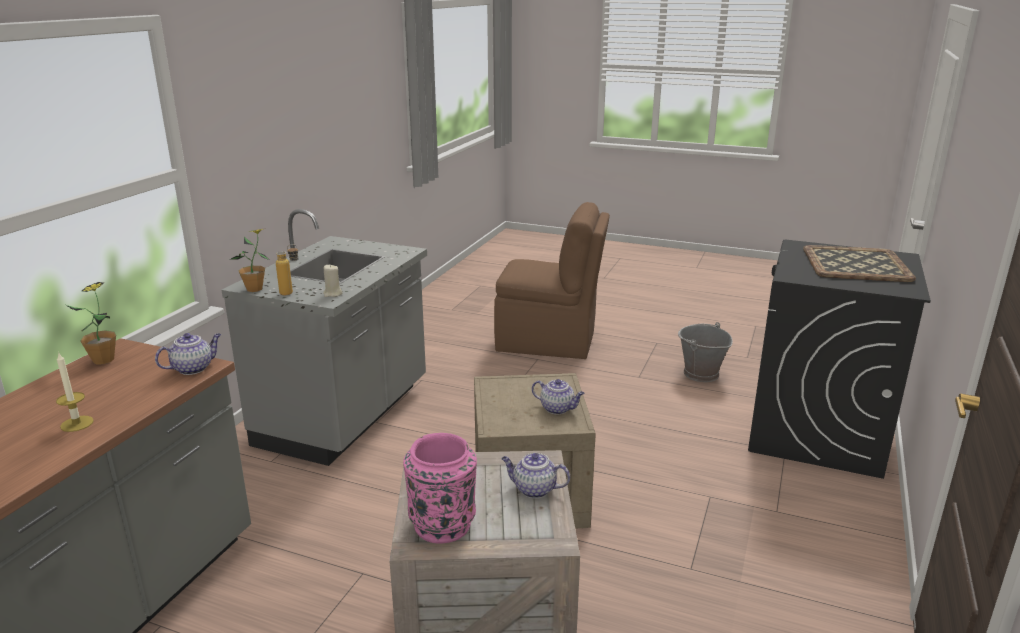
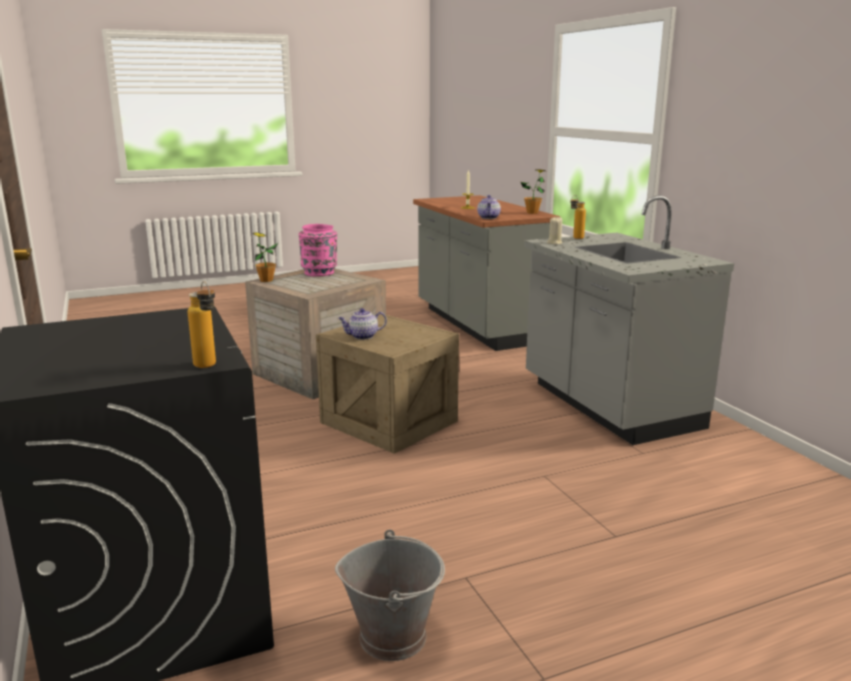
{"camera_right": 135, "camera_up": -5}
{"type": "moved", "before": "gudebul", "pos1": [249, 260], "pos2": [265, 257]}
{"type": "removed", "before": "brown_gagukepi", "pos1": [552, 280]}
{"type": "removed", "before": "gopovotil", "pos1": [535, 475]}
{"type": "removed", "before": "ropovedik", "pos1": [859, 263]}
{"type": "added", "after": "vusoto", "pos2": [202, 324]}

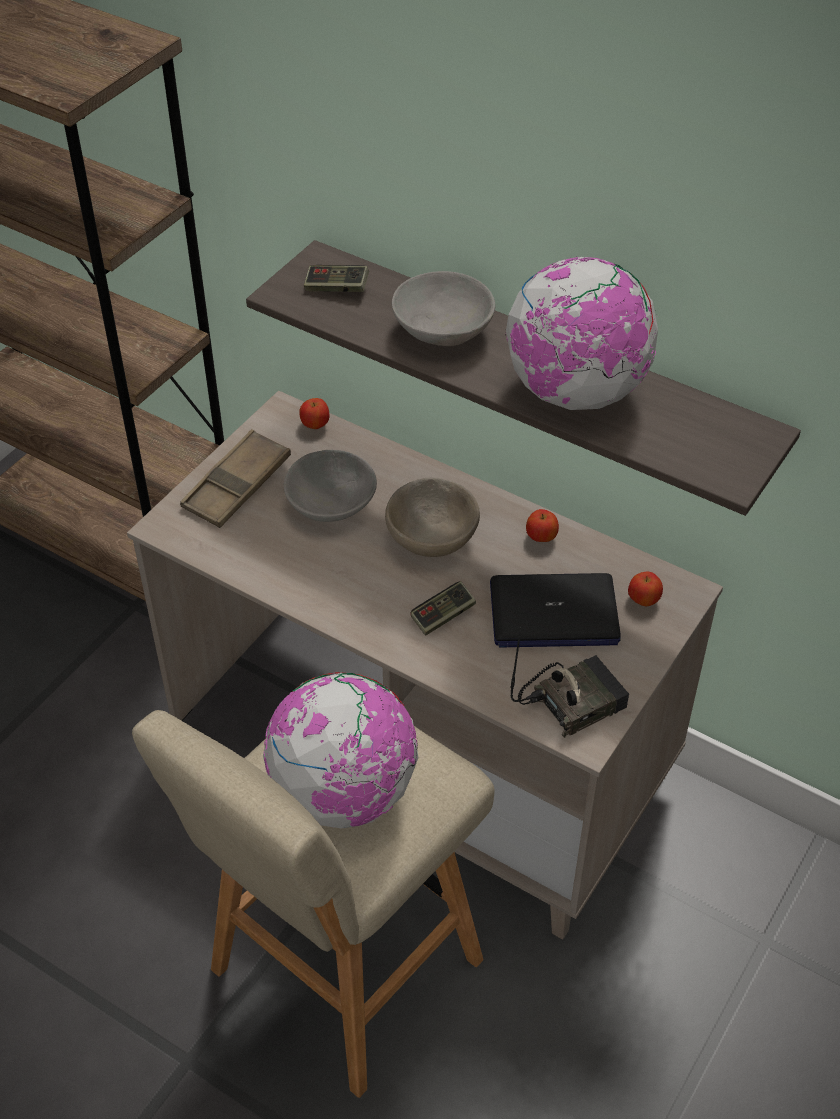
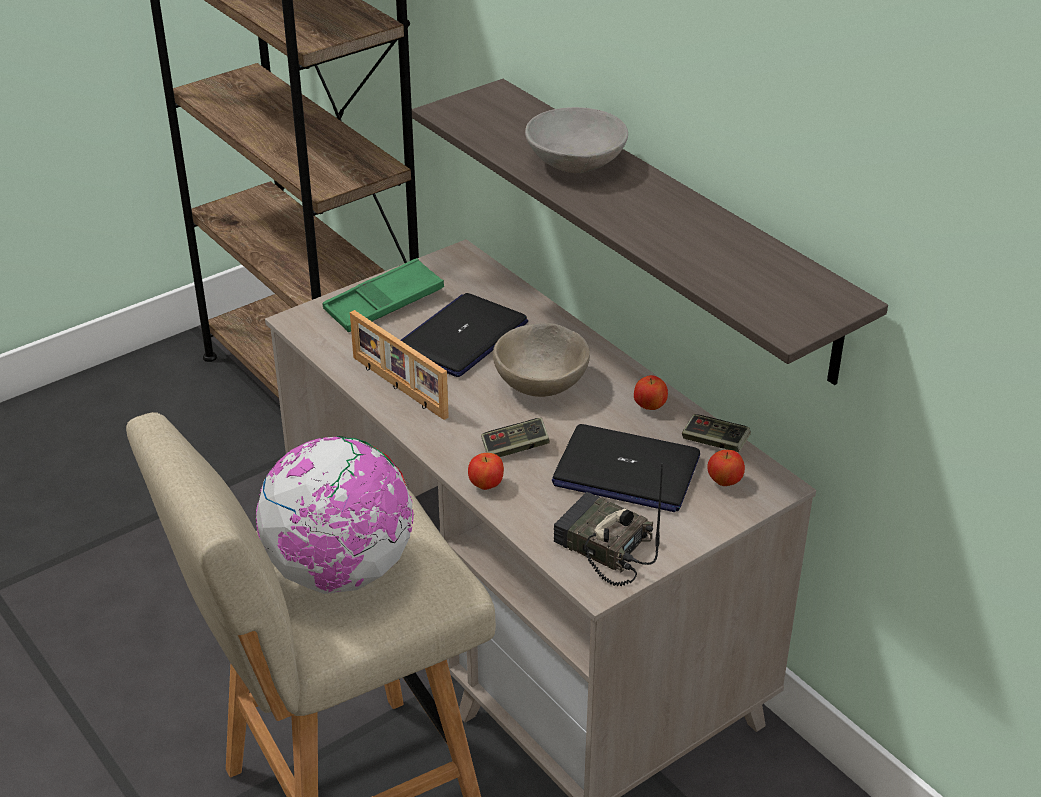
{"camera_right": 20, "camera_up": -10}
{"type": "recoloured", "before": "brown_ropovedik", "after": "green_ropovedik", "pos1": [235, 478], "pos2": [383, 295]}
{"type": "replaced", "before": "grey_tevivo", "after": "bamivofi", "pos1": [330, 486], "pos2": [464, 335]}
{"type": "moved", "before": "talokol", "pos1": [314, 413], "pos2": [486, 471]}
{"type": "moved", "before": "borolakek", "pos1": [336, 278], "pos2": [716, 433]}
{"type": "removed", "before": "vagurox", "pos1": [581, 333]}
{"type": "turned", "before": "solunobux", "pos1": [569, 682], "pos2": [608, 524], "turn": -135}
{"type": "added", "after": "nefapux", "pos2": [399, 365]}

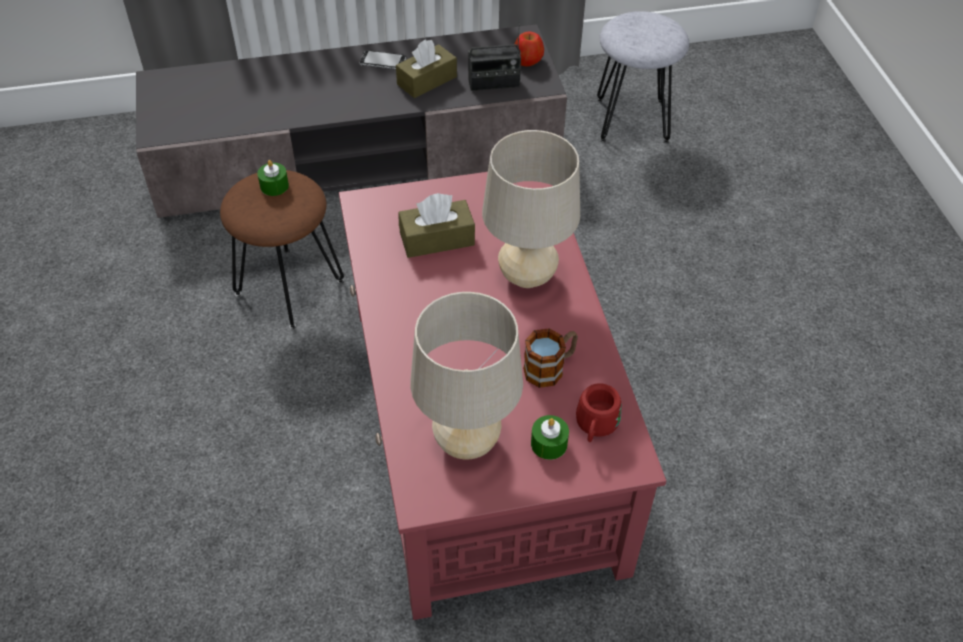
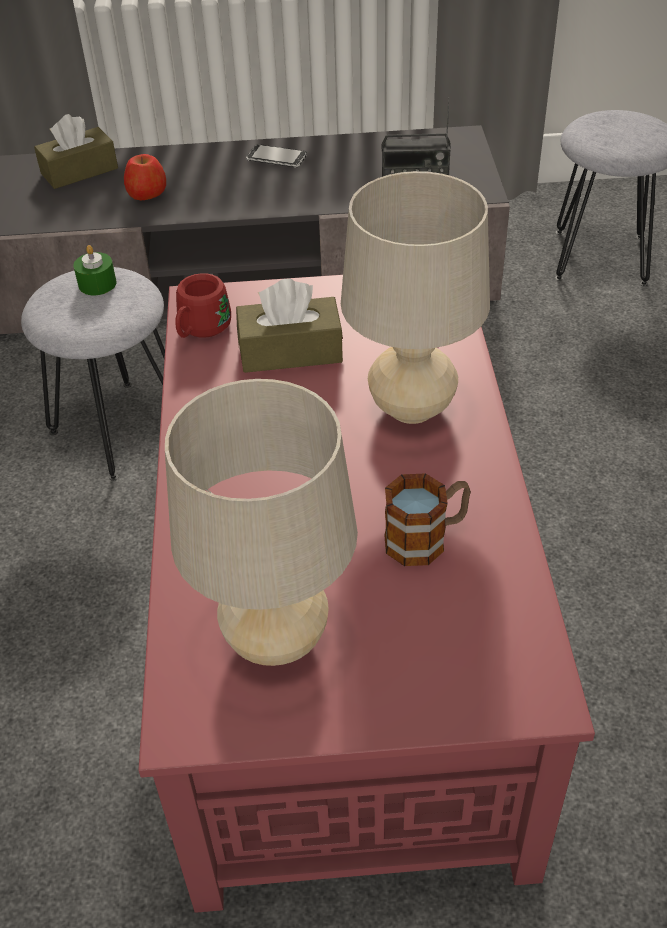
{"camera_right": 10, "camera_up": -5}
{"type": "recoloured", "before": "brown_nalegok", "after": "grey_nalegok", "pos1": [282, 249], "pos2": [93, 374]}
{"type": "moved", "before": "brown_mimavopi", "pos1": [426, 68], "pos2": [76, 151]}
{"type": "moved", "before": "talokol", "pos1": [529, 48], "pos2": [145, 177]}
{"type": "removed", "before": "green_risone", "pos1": [550, 437]}
{"type": "moved", "before": "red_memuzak", "pos1": [598, 412], "pos2": [203, 305]}

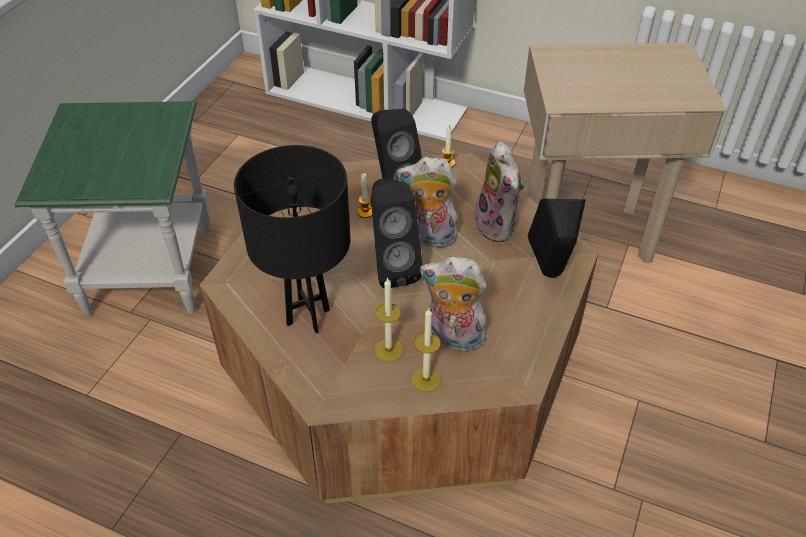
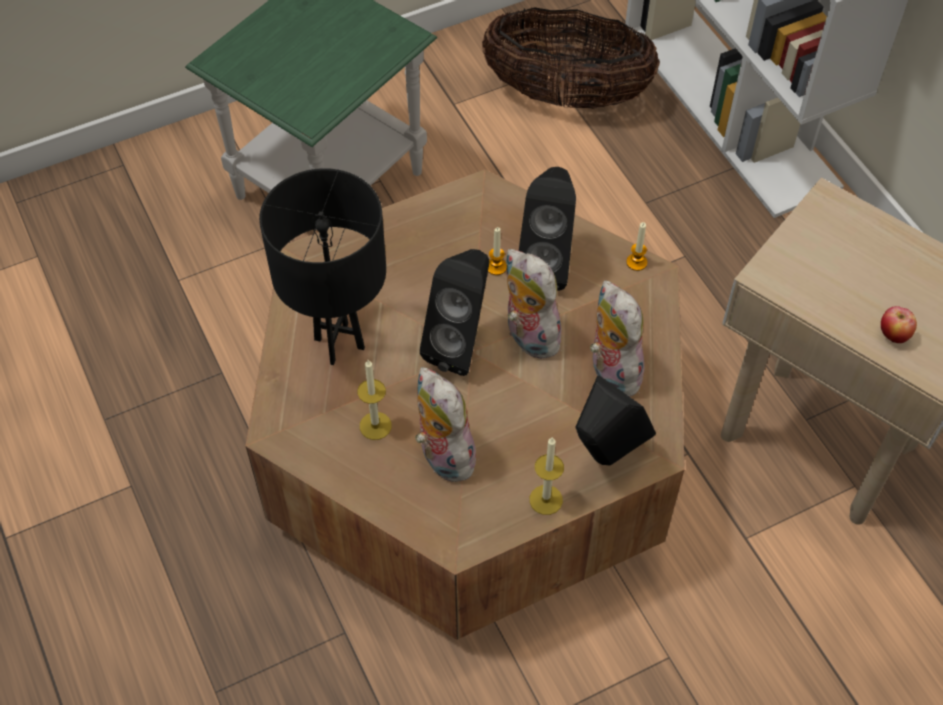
{"camera_right": 40, "camera_up": 10}
{"type": "moved", "before": "risone", "pos1": [426, 350], "pos2": [547, 476]}
{"type": "turned", "before": "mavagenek", "pos1": [497, 191], "pos2": [617, 338], "turn": 135}
{"type": "added", "after": "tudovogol", "pos2": [571, 58]}
{"type": "added", "after": "talokol", "pos2": [899, 324]}

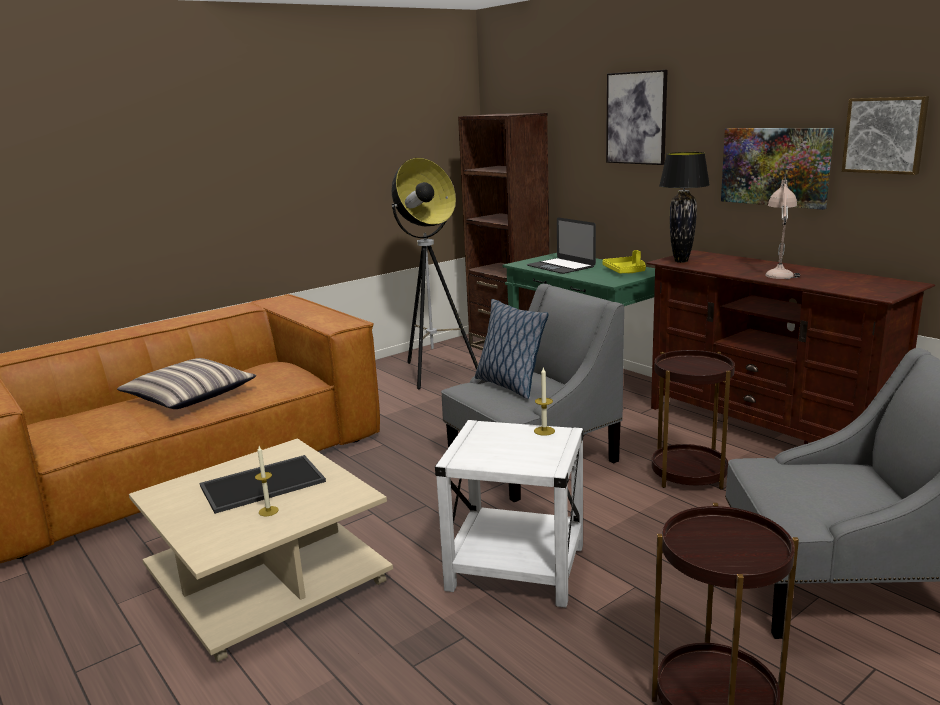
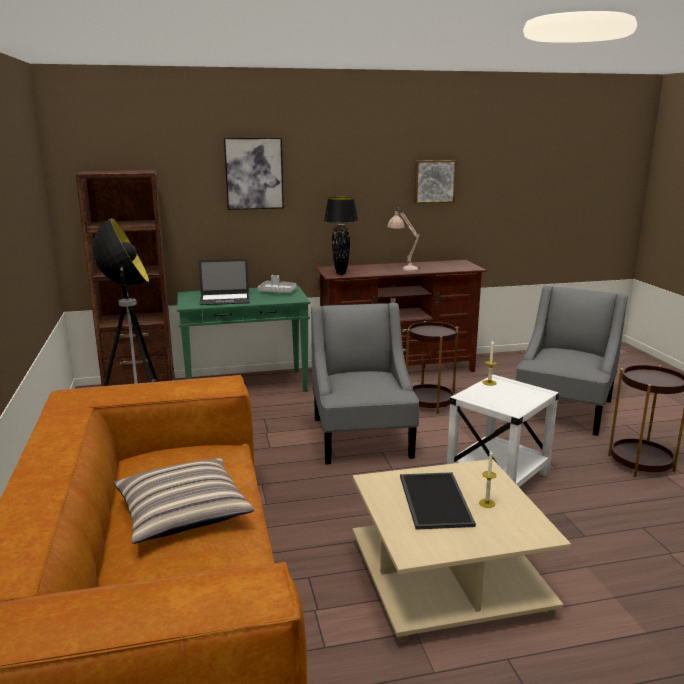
{"camera_right": -65, "camera_up": 0}
{"type": "removed", "before": "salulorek", "pos1": [512, 349]}
{"type": "recoloured", "before": "yellow_ropovedik", "after": "grey_ropovedik", "pos1": [624, 262], "pos2": [277, 284]}
{"type": "removed", "before": "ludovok", "pos1": [777, 169]}

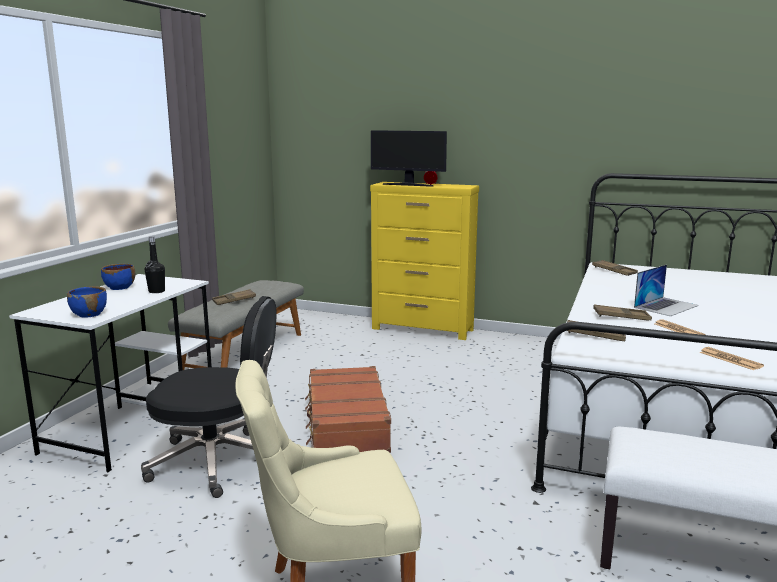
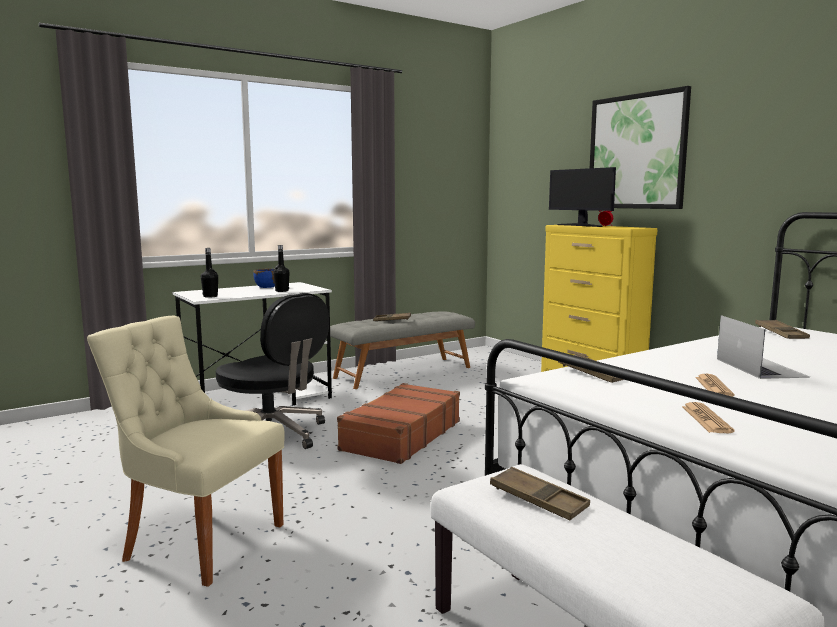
{"camera_right": 35, "camera_up": -5}
{"type": "replaced", "before": "blue_tevivo", "after": "black_vusoto", "pos1": [87, 302], "pos2": [209, 273]}
{"type": "moved", "before": "brown_ropovedik", "pos1": [622, 312], "pos2": [540, 493]}
{"type": "turned", "before": "bamivofi", "pos1": [666, 290], "pos2": [763, 347], "turn": -90}
{"type": "added", "after": "ludovok", "pos2": [640, 147]}

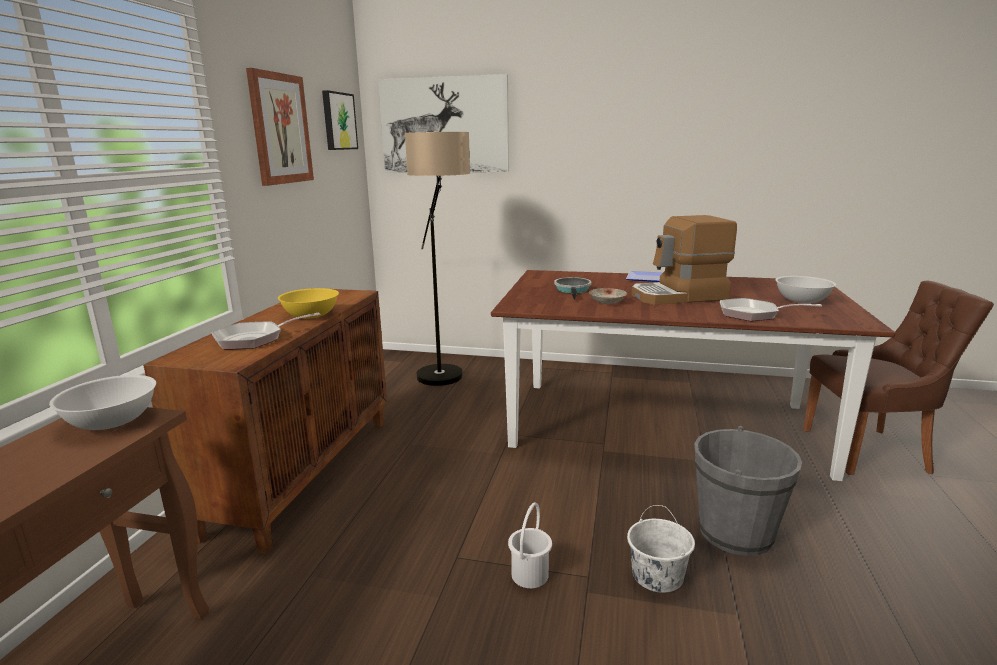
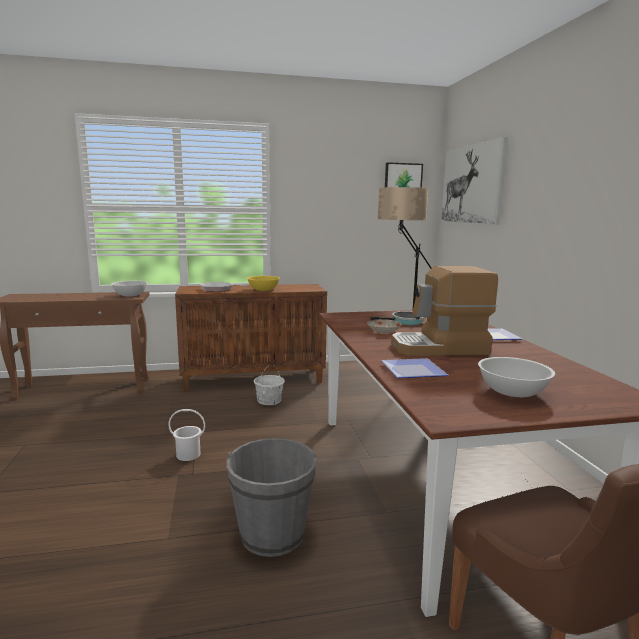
{"camera_right": 65, "camera_up": -5}
{"type": "removed", "before": "ludovok", "pos1": [280, 127]}
{"type": "moved", "before": "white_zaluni", "pos1": [661, 549], "pos2": [269, 385]}
{"type": "turned", "before": "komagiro", "pos1": [684, 260], "pos2": [444, 311], "turn": -60}
{"type": "replaced", "before": "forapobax", "after": "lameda", "pos1": [771, 309], "pos2": [414, 368]}

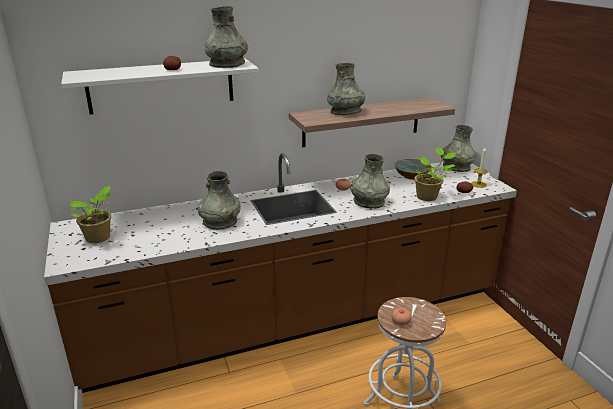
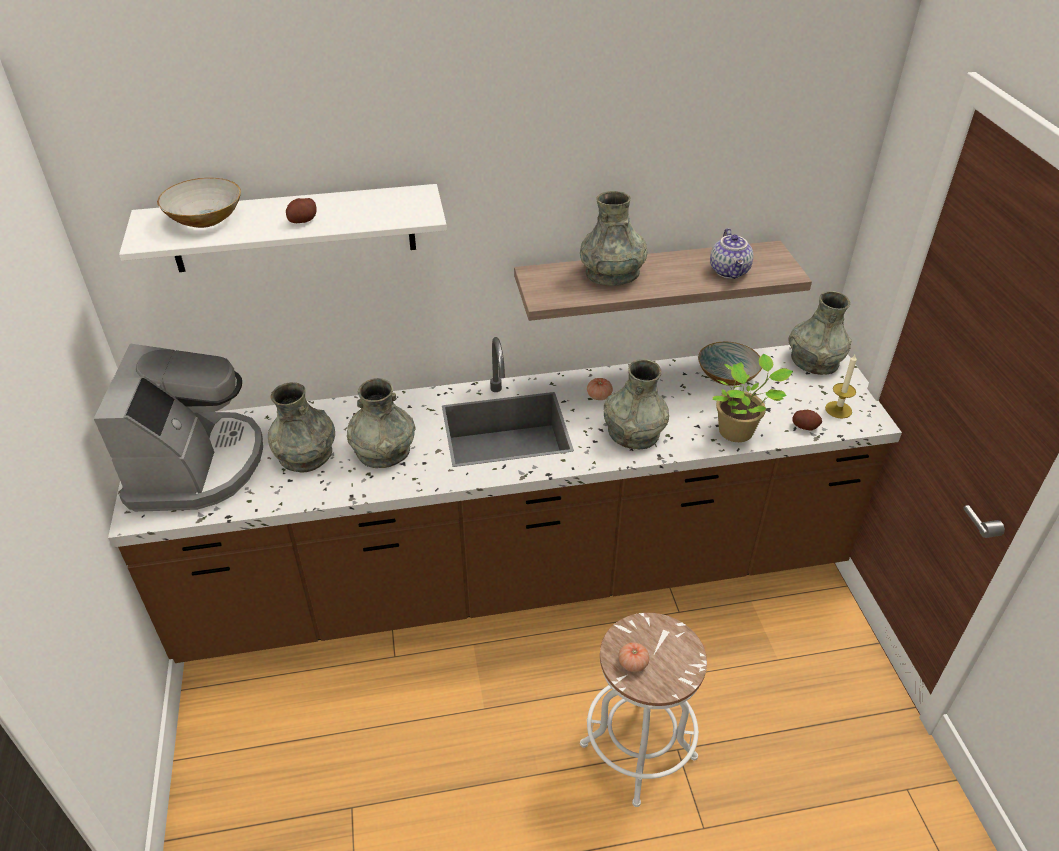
{"camera_right": 10, "camera_up": 15}
{"type": "replaced", "before": "gudebul", "after": "komagiro", "pos1": [90, 214], "pos2": [178, 427]}
{"type": "moved", "before": "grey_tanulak", "pos1": [226, 37], "pos2": [301, 427]}
{"type": "added", "after": "tevivo", "pos2": [199, 203]}
{"type": "added", "after": "gopovotil", "pos2": [731, 253]}

